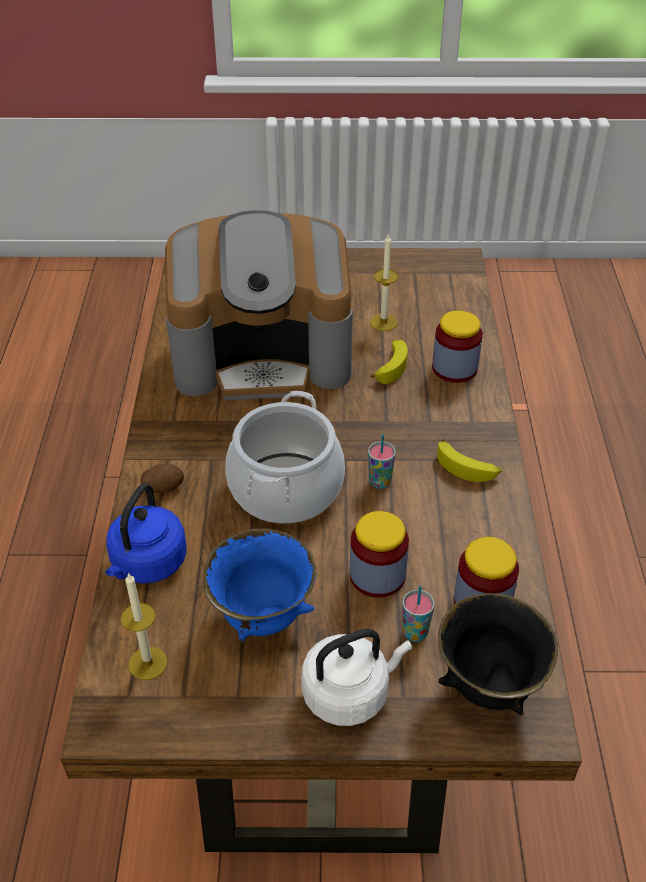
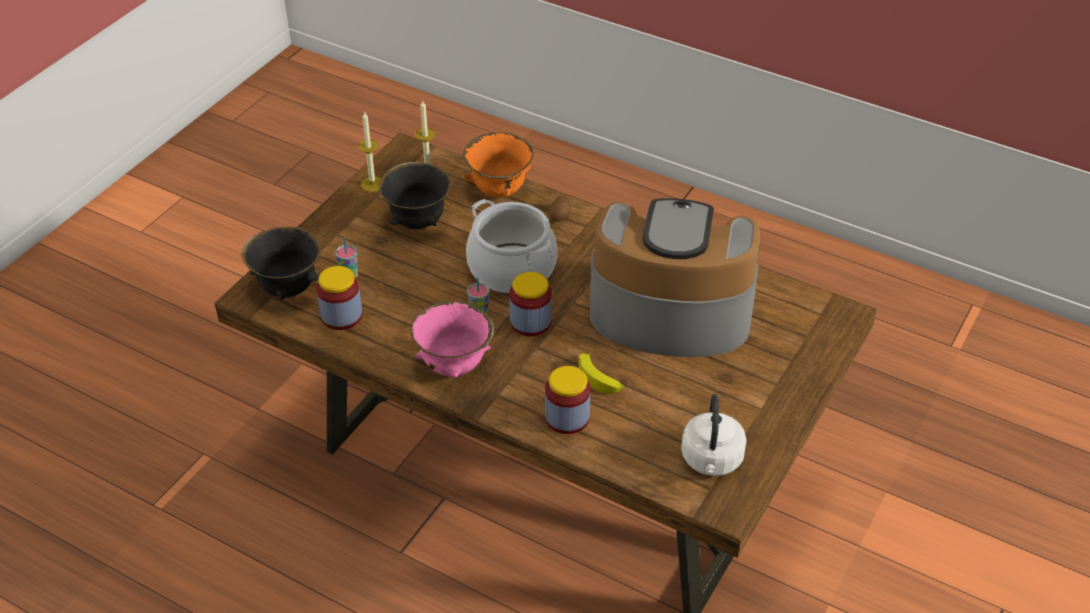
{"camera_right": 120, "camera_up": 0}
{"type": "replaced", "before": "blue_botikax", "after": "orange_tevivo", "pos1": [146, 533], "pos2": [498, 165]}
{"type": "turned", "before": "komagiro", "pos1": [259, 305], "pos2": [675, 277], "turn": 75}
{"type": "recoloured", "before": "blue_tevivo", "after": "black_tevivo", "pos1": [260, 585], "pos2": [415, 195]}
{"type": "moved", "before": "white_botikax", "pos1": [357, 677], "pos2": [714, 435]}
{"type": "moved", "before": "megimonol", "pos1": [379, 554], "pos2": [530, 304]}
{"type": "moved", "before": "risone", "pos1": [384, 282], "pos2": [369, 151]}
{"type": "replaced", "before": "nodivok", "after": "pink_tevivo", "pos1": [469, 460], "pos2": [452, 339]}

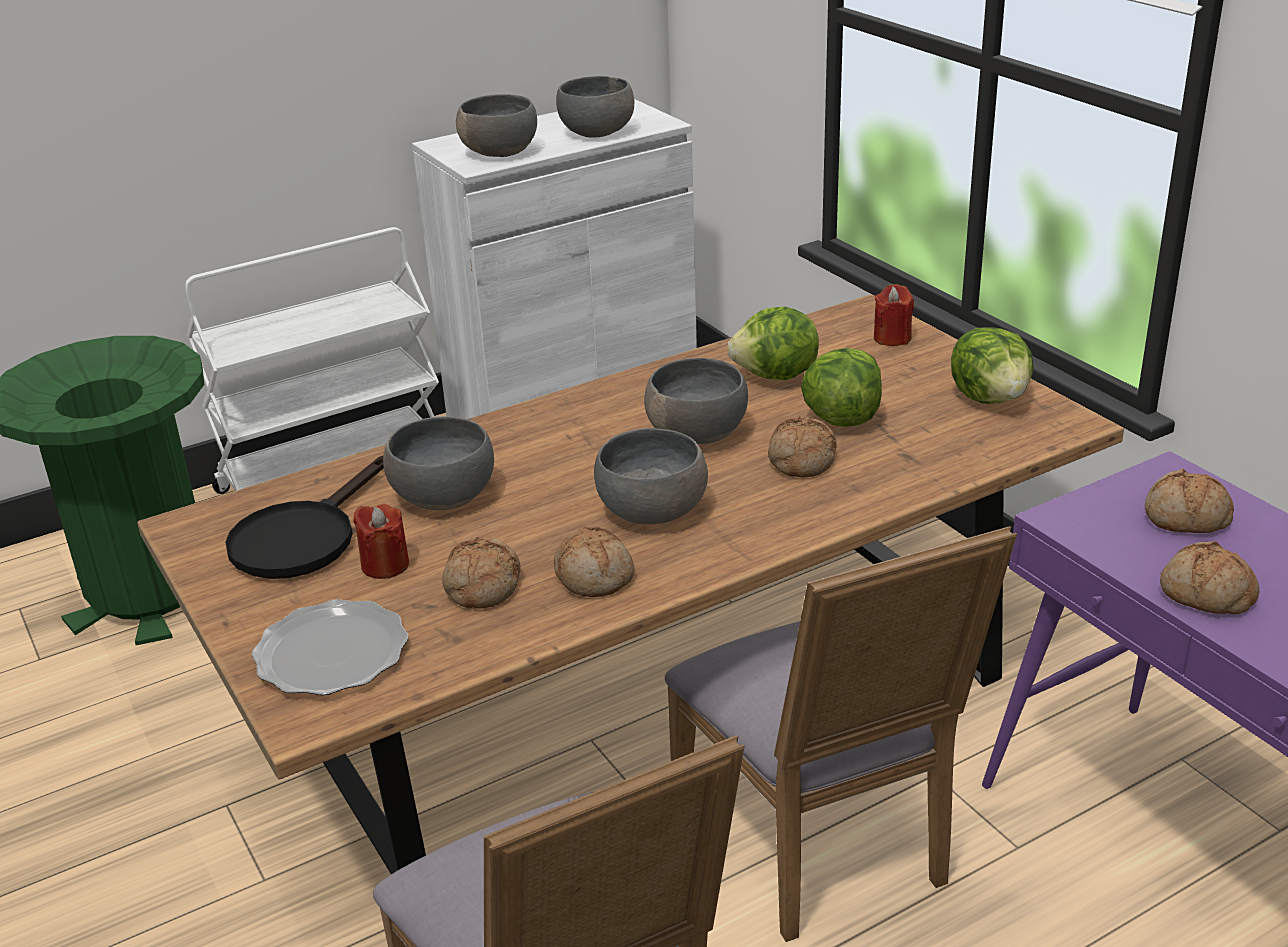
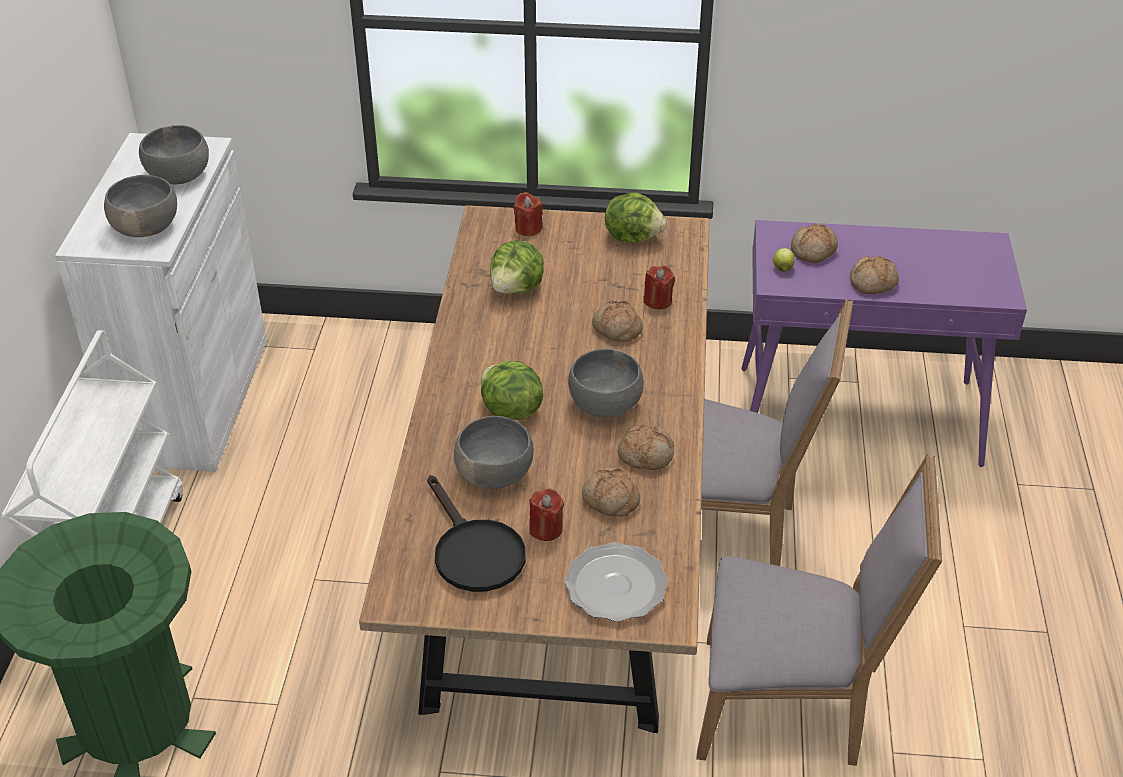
{"camera_right": -55, "camera_up": 10}
{"type": "removed", "before": "grey_tevivo", "pos1": [696, 401]}
{"type": "moved", "before": "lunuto", "pos1": [841, 387], "pos2": [512, 390]}
{"type": "added", "after": "red_risone", "pos2": [659, 287]}
{"type": "added", "after": "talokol", "pos2": [784, 260]}

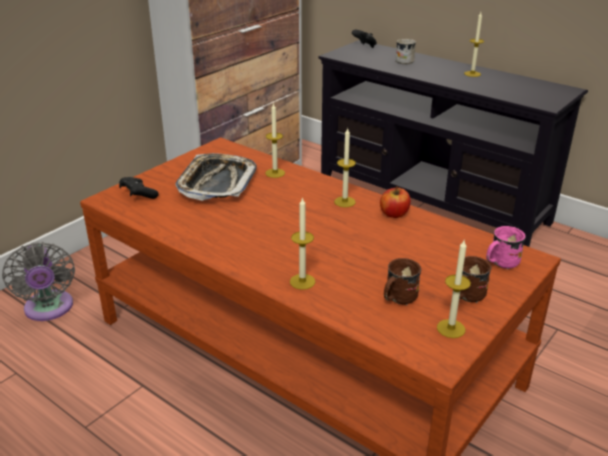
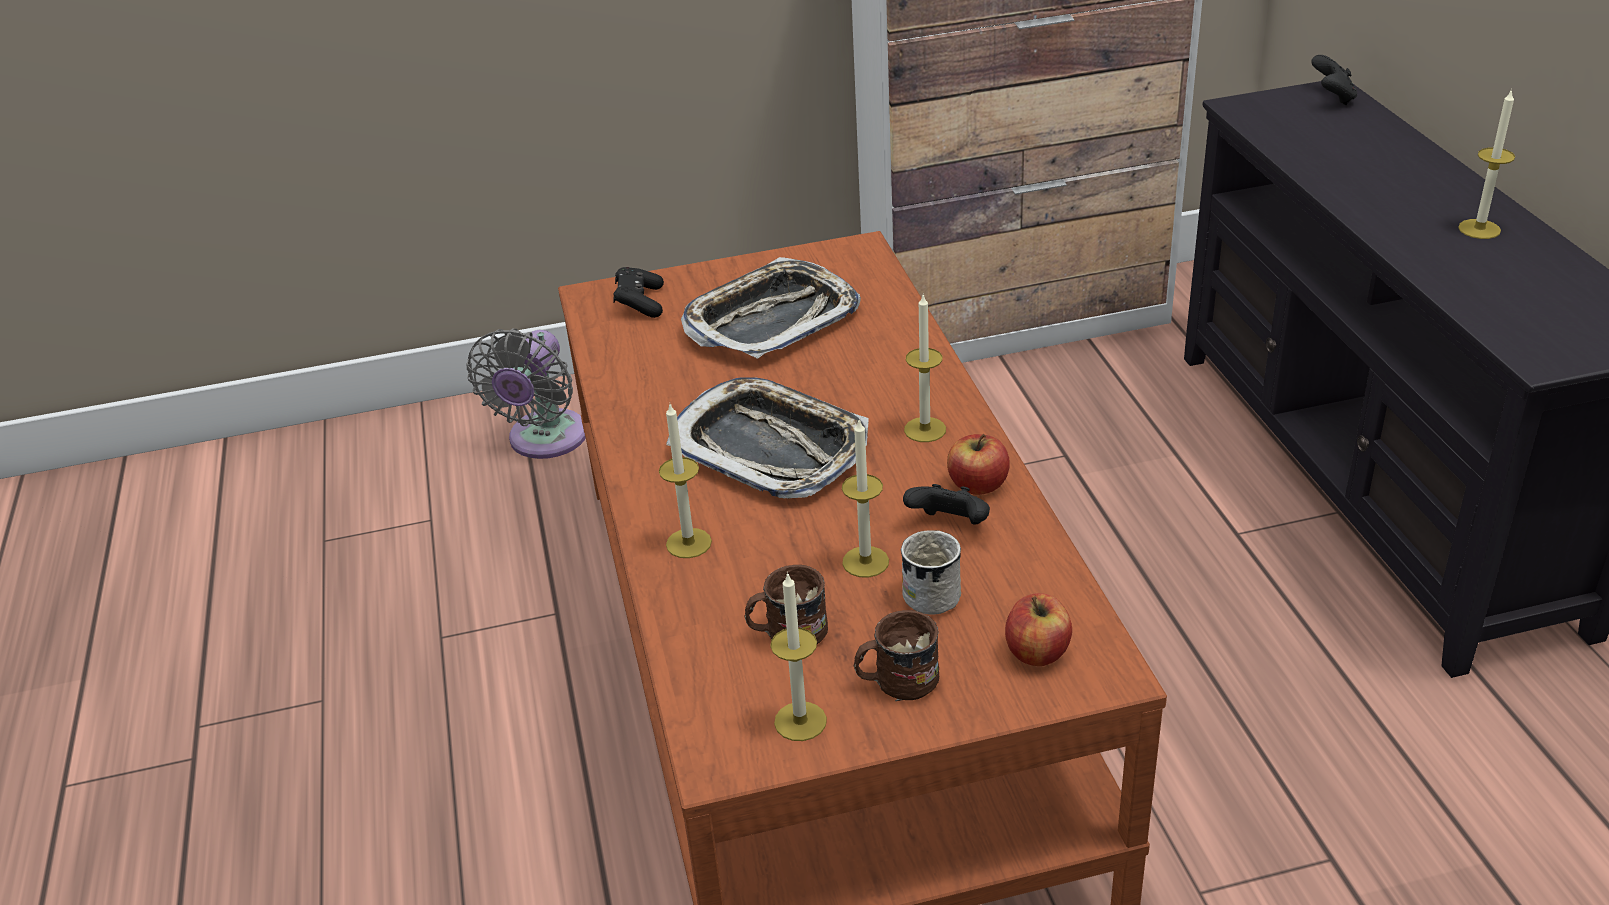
{"camera_right": 40, "camera_up": 5}
{"type": "moved", "before": "risone", "pos1": [275, 140], "pos2": [865, 499]}
{"type": "moved", "before": "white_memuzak", "pos1": [406, 52], "pos2": [931, 572]}
{"type": "replaced", "before": "pink_memuzak", "after": "talokol", "pos1": [506, 248], "pos2": [1038, 629]}
{"type": "added", "after": "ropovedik", "pos2": [767, 438]}
{"type": "added", "after": "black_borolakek", "pos2": [946, 504]}

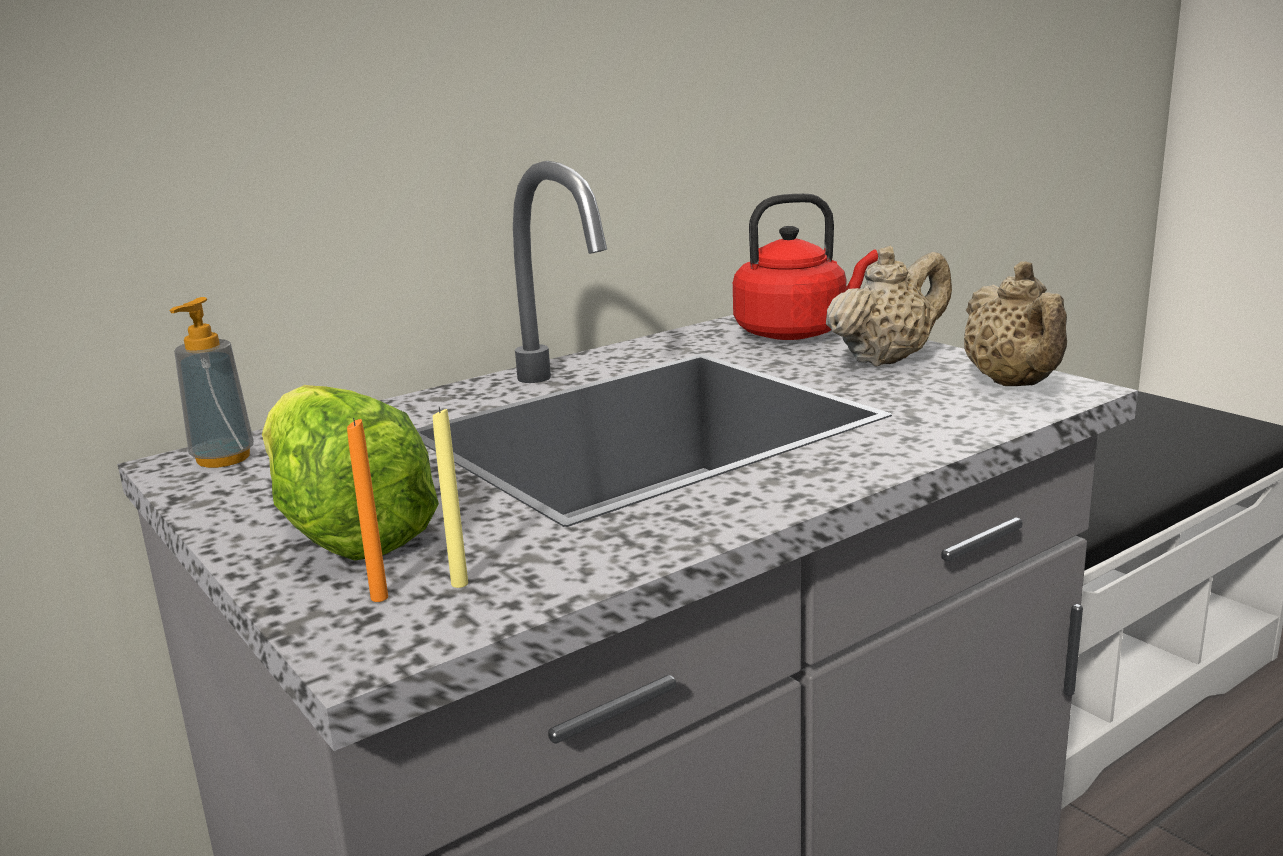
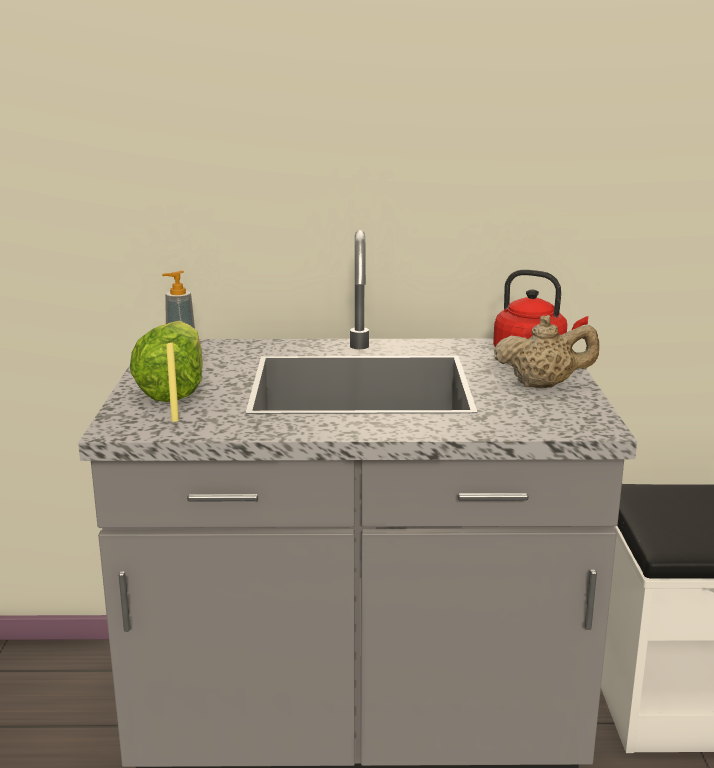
{"camera_right": 35, "camera_up": 0}
{"type": "removed", "before": "orange_risone", "pos1": [367, 510]}
{"type": "removed", "before": "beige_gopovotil", "pos1": [1015, 323]}

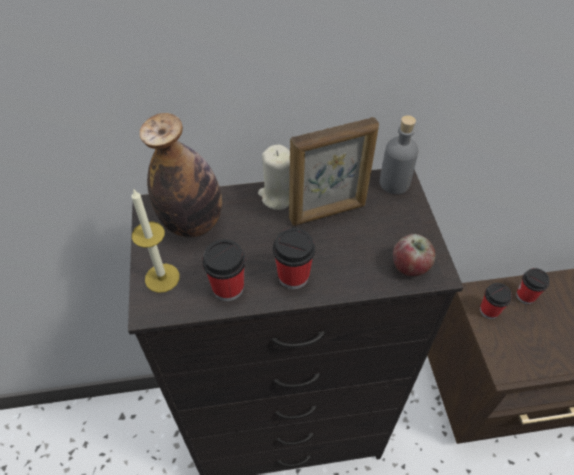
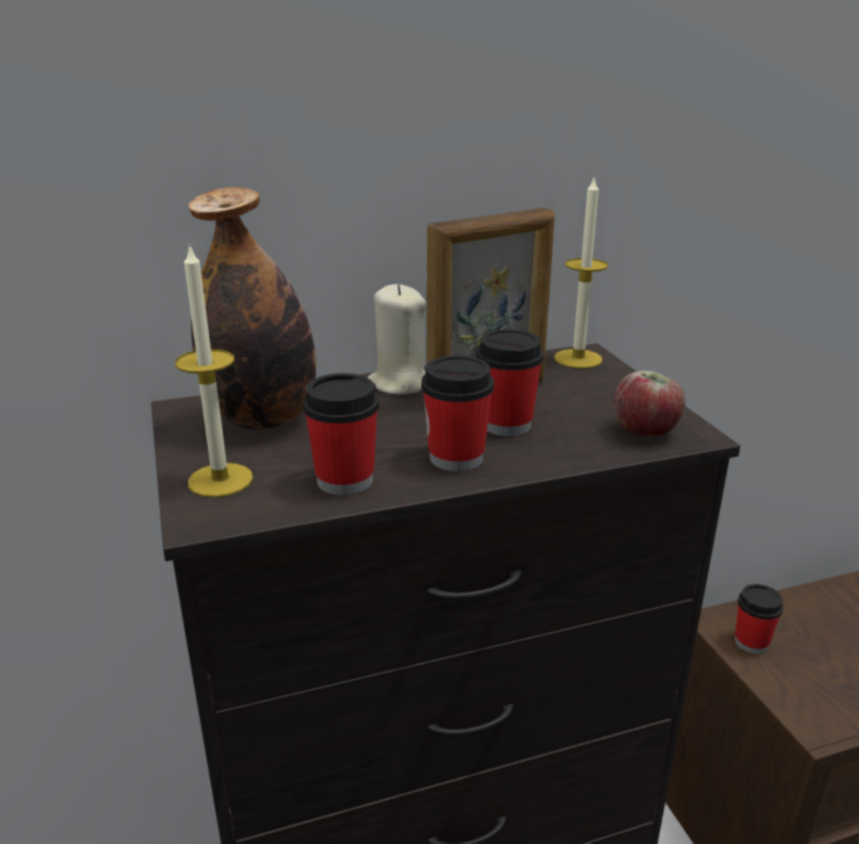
{"camera_right": -10, "camera_up": -25}
{"type": "replaced", "before": "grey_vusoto", "after": "risone", "pos1": [399, 154], "pos2": [581, 271]}
{"type": "moved", "before": "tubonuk", "pos1": [533, 286], "pos2": [510, 382]}

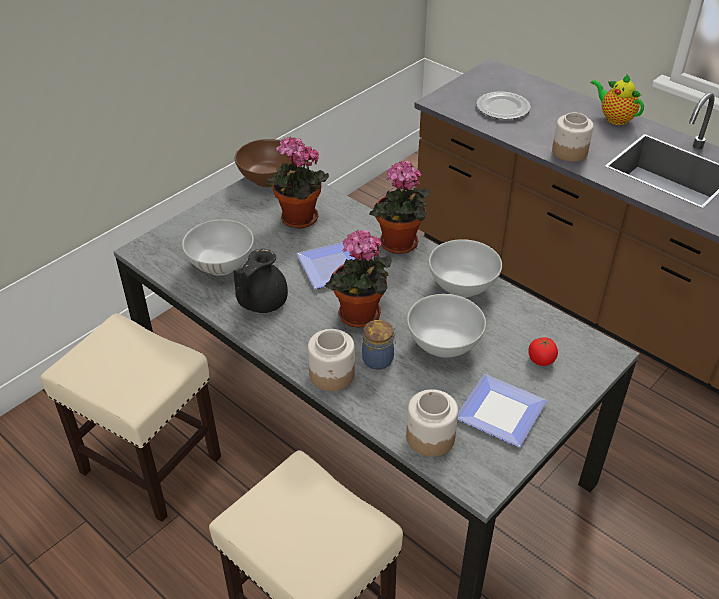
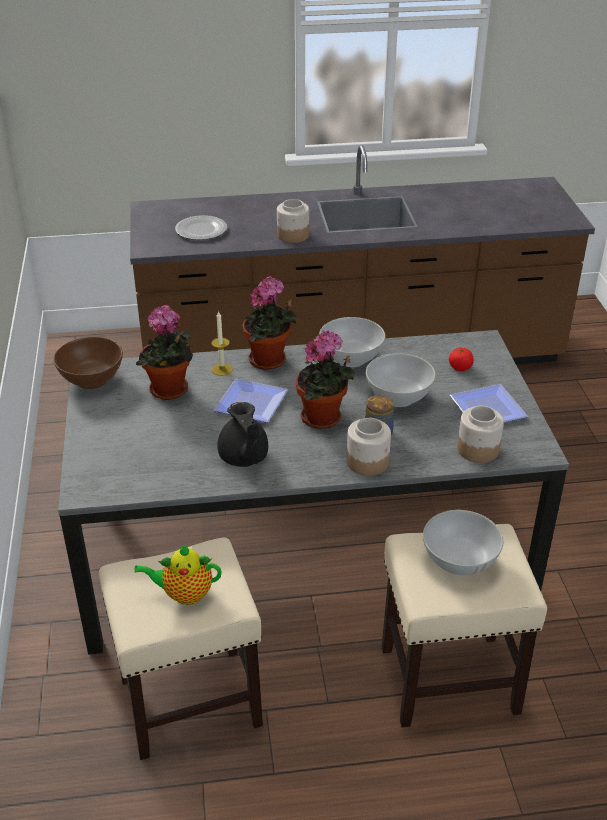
{"camera_right": -50, "camera_up": -5}
{"type": "moved", "before": "white_tevivo", "pos1": [218, 247], "pos2": [463, 542]}
{"type": "moved", "before": "gopovotil", "pos1": [617, 99], "pos2": [178, 575]}
{"type": "added", "after": "risone", "pos2": [222, 343]}

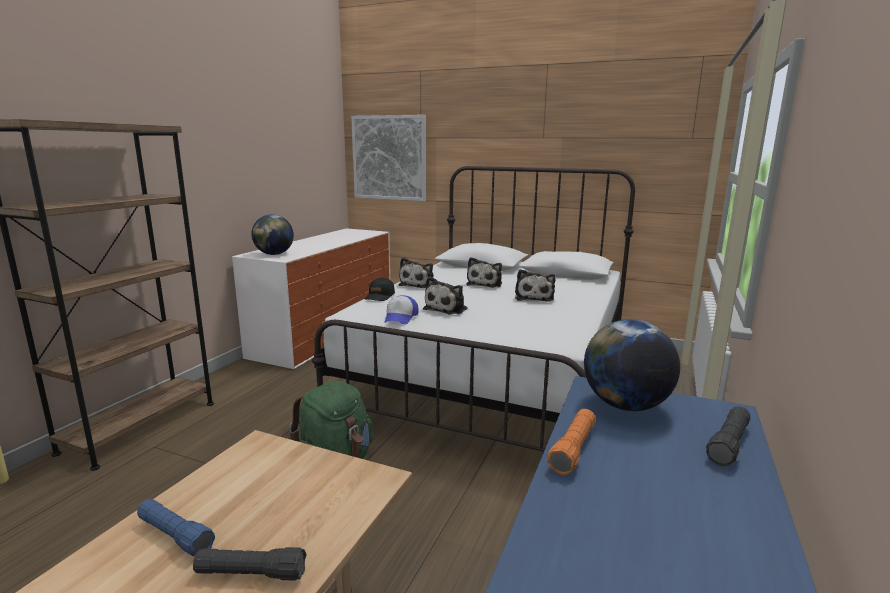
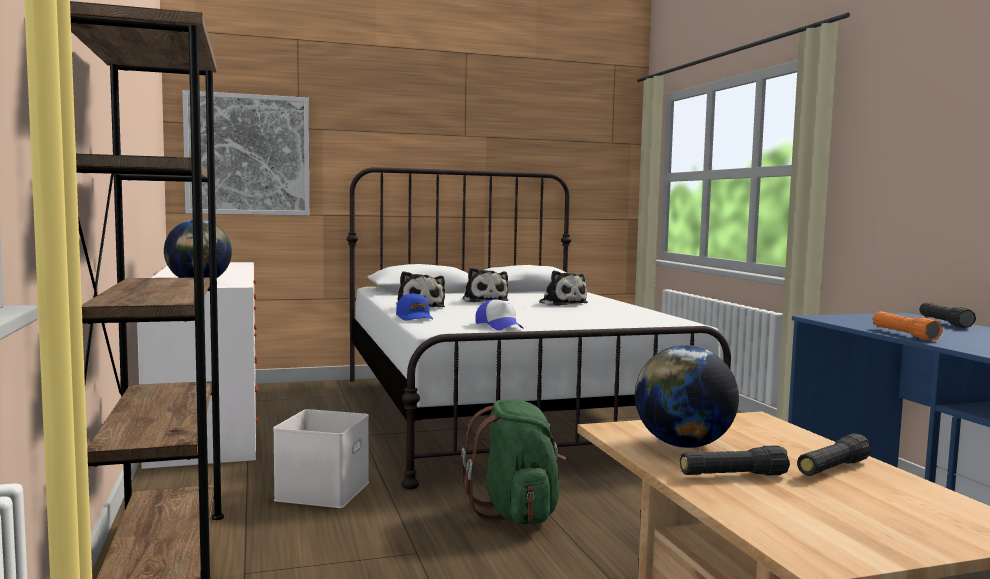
{"camera_right": -40, "camera_up": -10}
{"type": "recoloured", "before": "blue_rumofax", "after": "black_rumofax", "pos1": [176, 528], "pos2": [735, 460]}
{"type": "recoloured", "before": "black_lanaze", "after": "blue_lanaze", "pos1": [380, 289], "pos2": [414, 307]}
{"type": "removed", "before": "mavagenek", "pos1": [445, 295]}
{"type": "moved", "before": "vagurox", "pos1": [632, 365], "pos2": [687, 396]}
{"type": "added", "after": "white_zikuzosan", "pos2": [321, 458]}

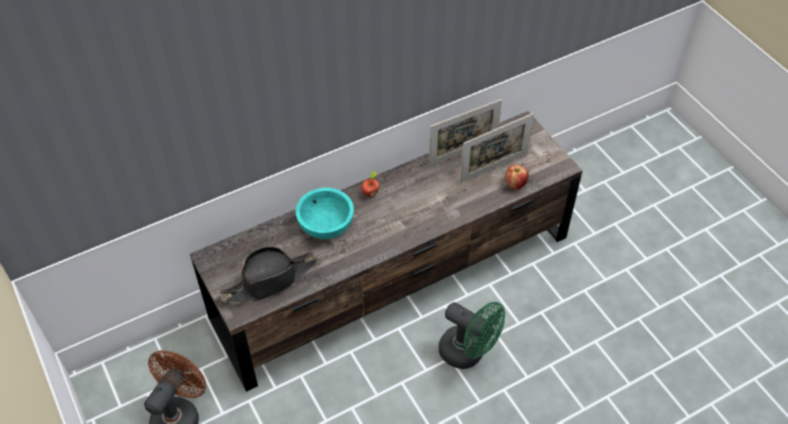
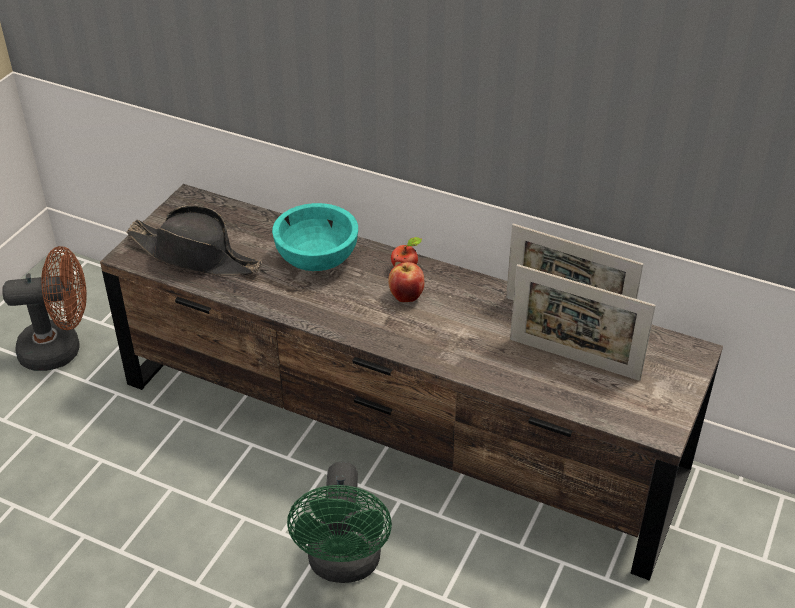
{"camera_right": 55, "camera_up": -10}
{"type": "moved", "before": "talokol", "pos1": [517, 176], "pos2": [406, 282]}

